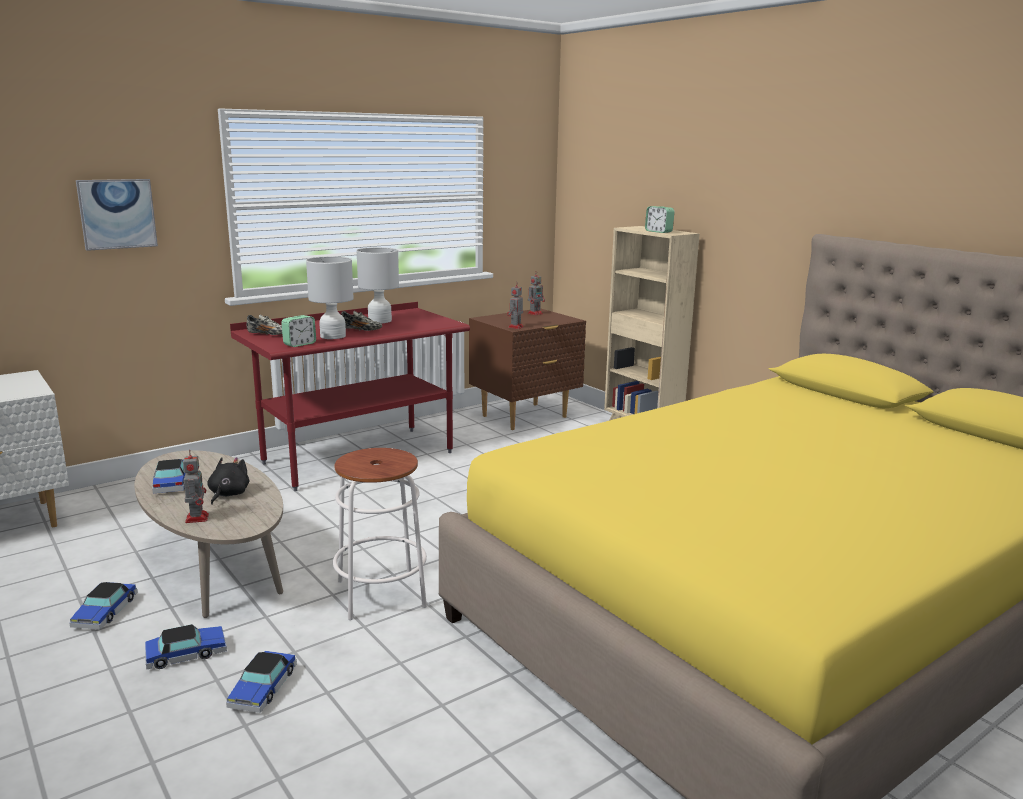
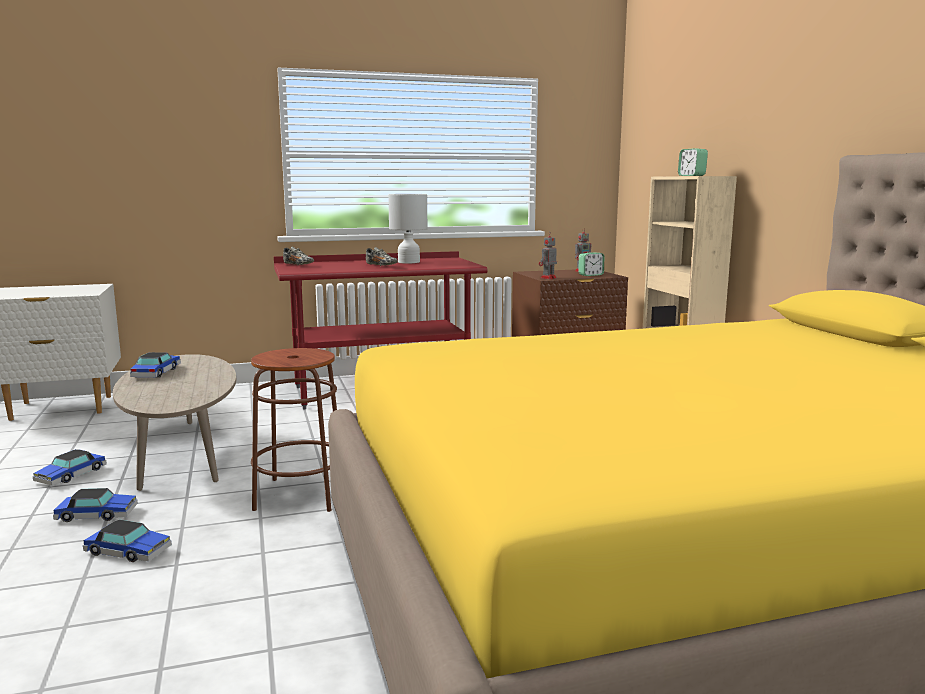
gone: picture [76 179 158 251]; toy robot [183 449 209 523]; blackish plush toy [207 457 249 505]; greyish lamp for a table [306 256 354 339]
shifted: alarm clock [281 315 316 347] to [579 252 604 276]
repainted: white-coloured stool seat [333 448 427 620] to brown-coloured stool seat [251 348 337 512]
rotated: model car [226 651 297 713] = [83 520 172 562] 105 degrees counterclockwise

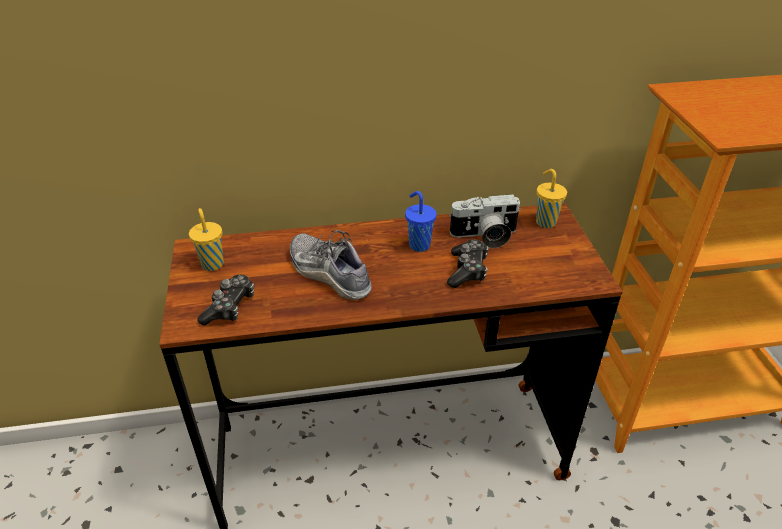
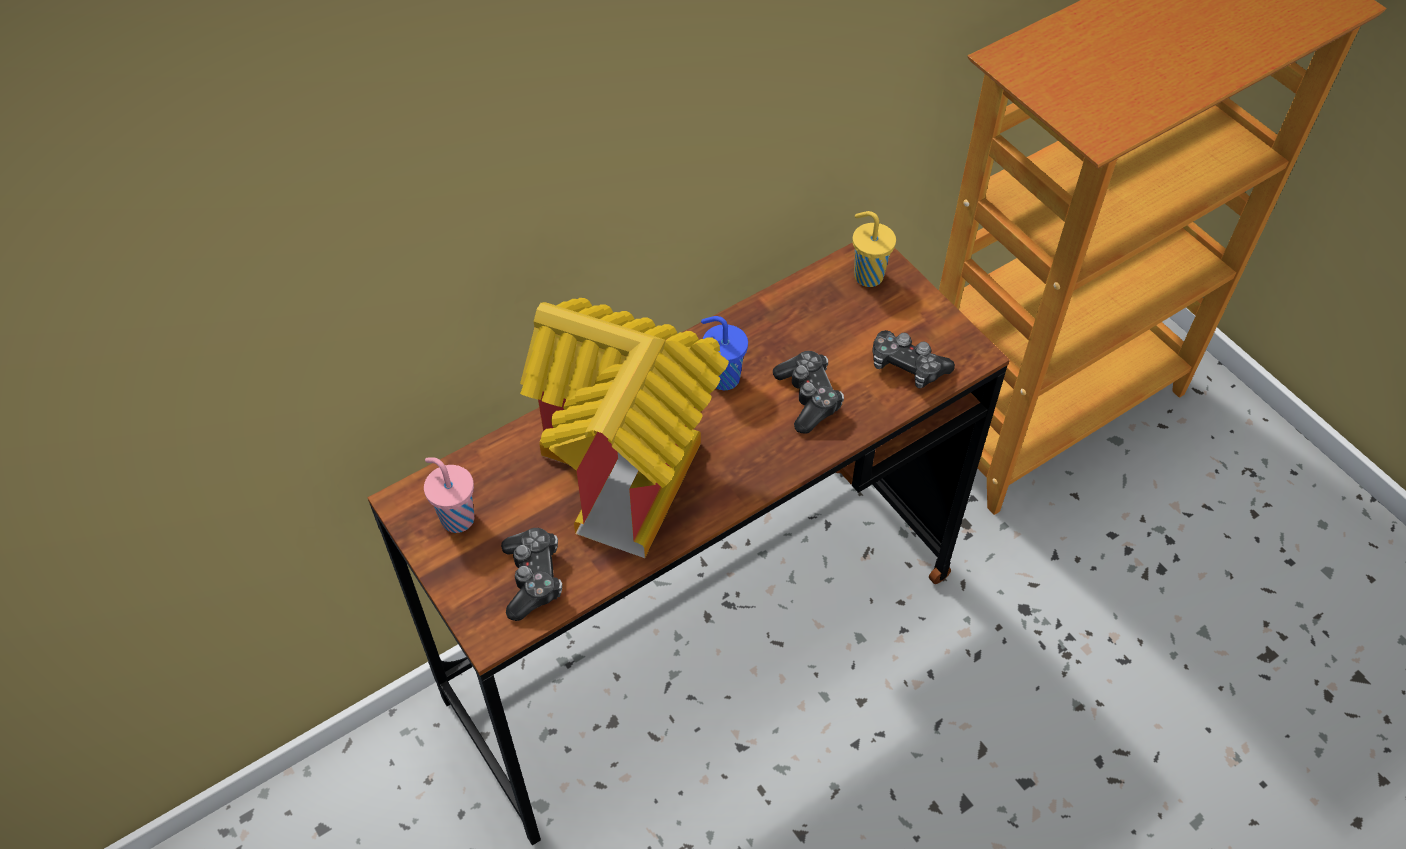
gone: photo camera [448 194 521 248]
new: game controller [872 330 955 388]
swapped: low shoe [290 230 372 300] to toy house [520 298 729 558]
repainted: yellowish small cup [189 208 224 271] to pinkish small cup [424 457 474 533]

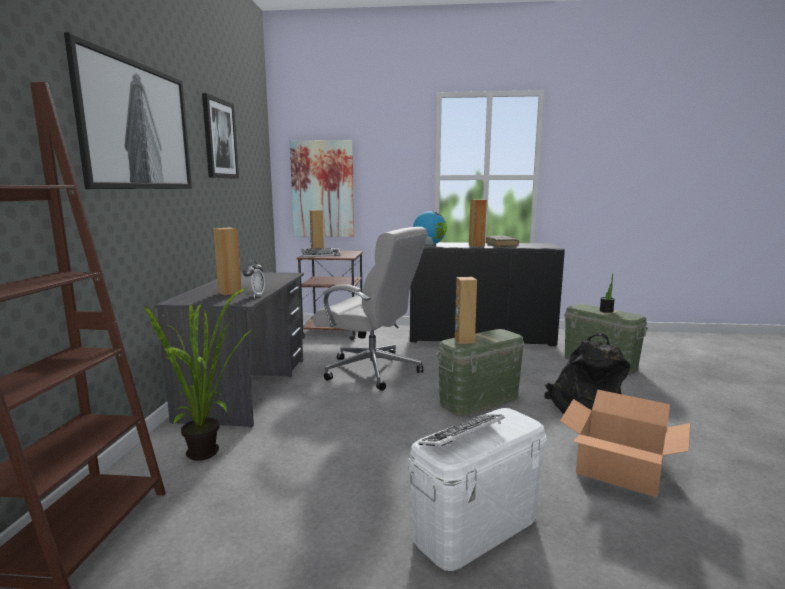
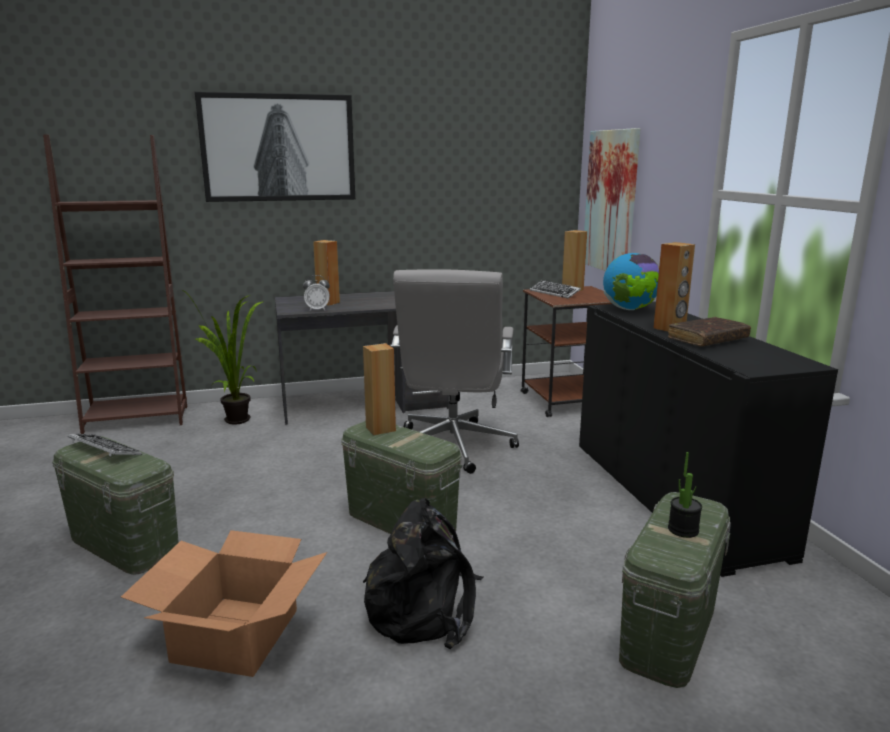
gone: picture [202 93 239 179]
repainted: white-coloured storage bin [408 408 546 571] to greenish storage bin [52 436 179 575]

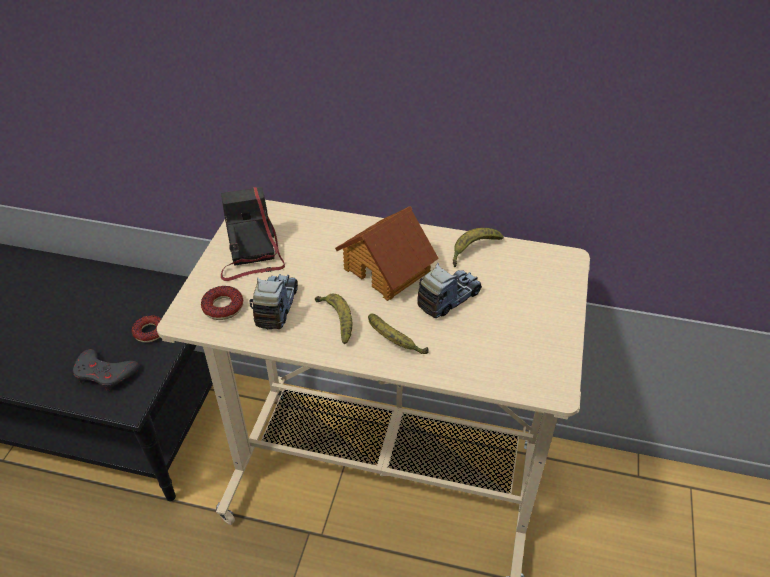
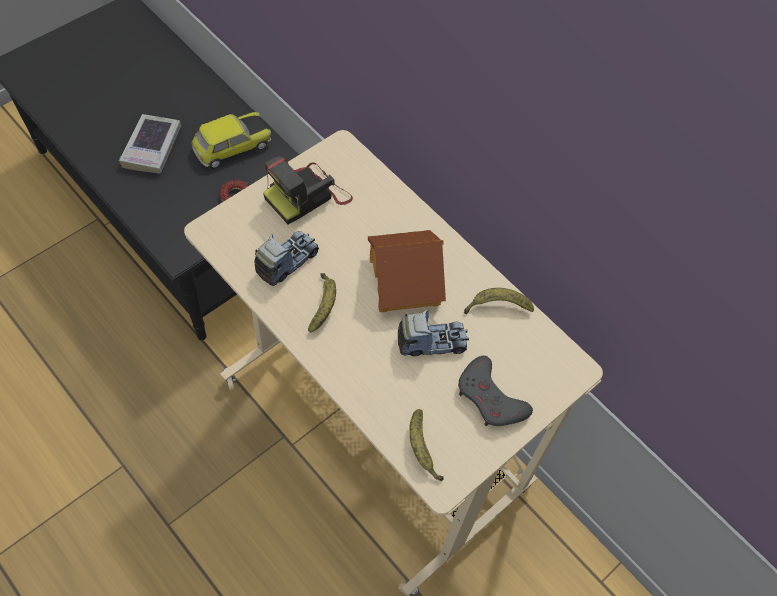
gone: doughnut [201 286 243 320]
new: book [119 114 181 173]; model car [191 112 271 169]
shifted: banana [368 314 429 354] to [409 409 444 481]; greyish game controller [73 349 139 391] to [458 356 533 426]
rotated: photo camera [221 187 285 281] = [263 156 353 224] 150 degrees counterclockwise

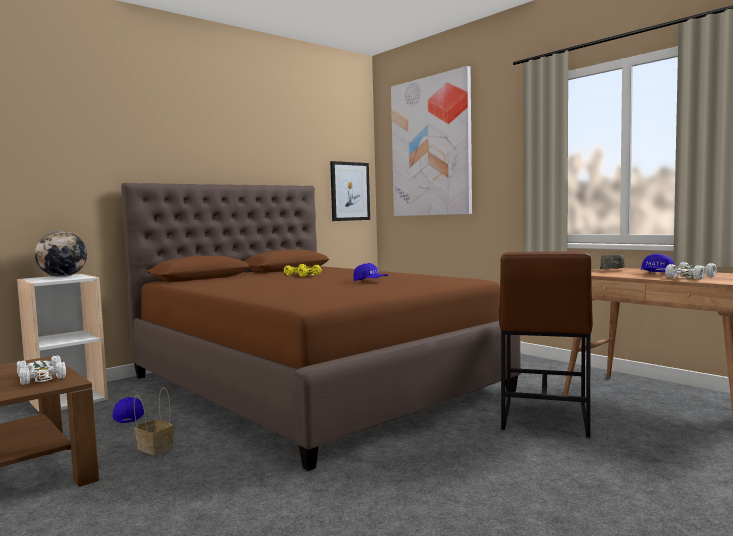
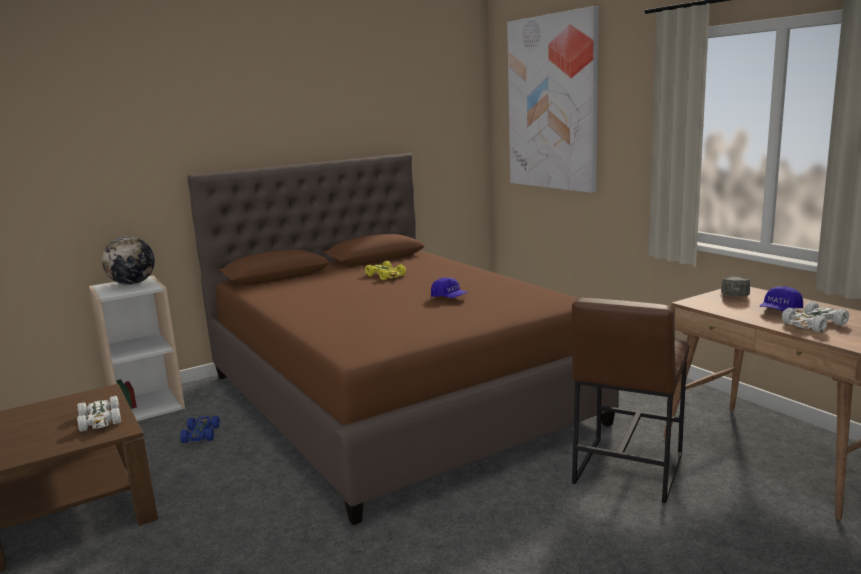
gone: storage basket [134 387 174 455]; picture [330 161 370 221]
swapped: bluish cap [113 397 144 423] to bluish model car [180 416 220 443]

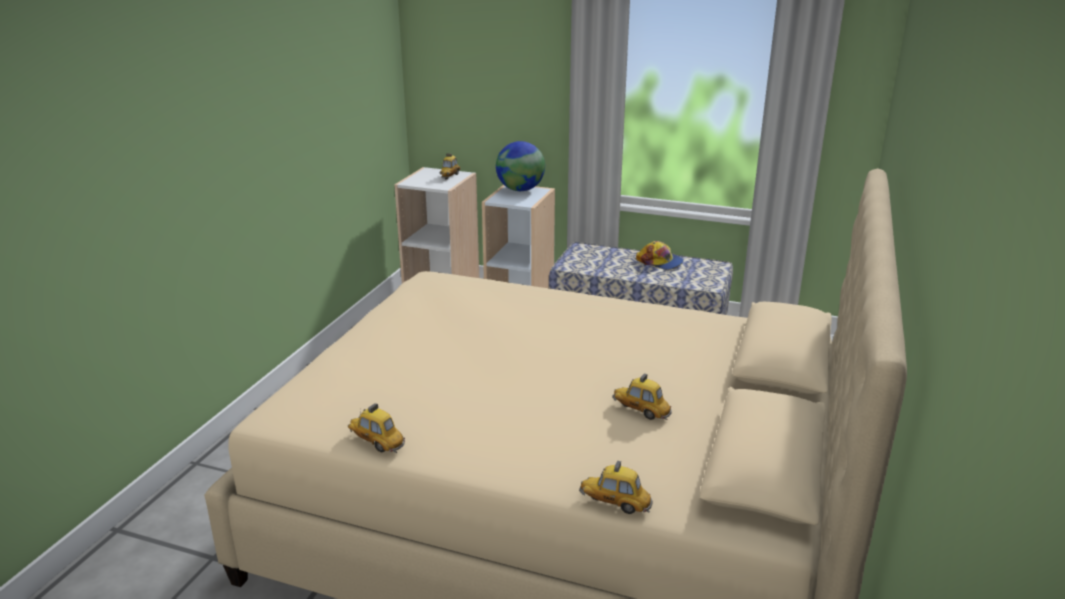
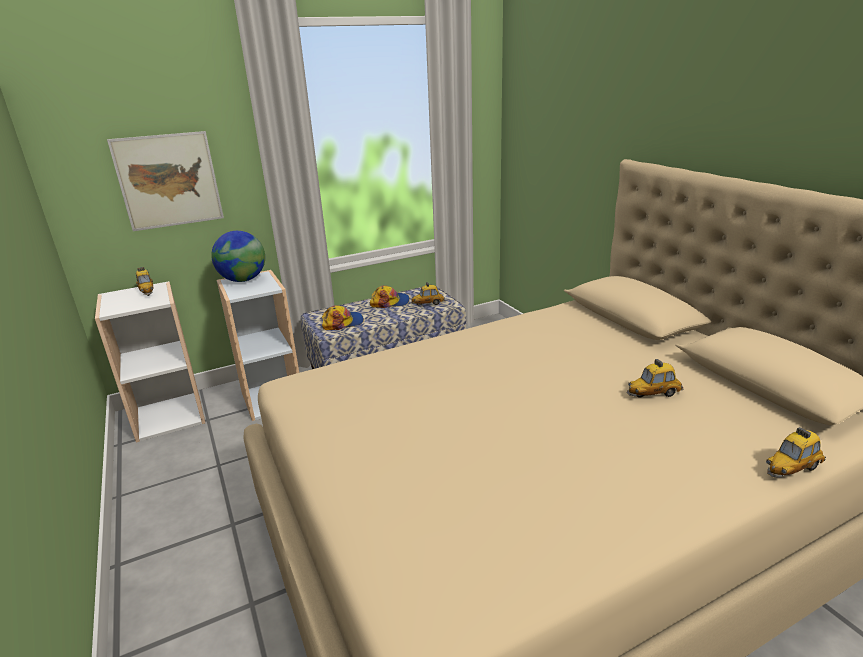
new: picture [107 131 224 231]; cap [322 305 364 330]
shifted: model car [348 403 405 453] to [411 282 445 306]

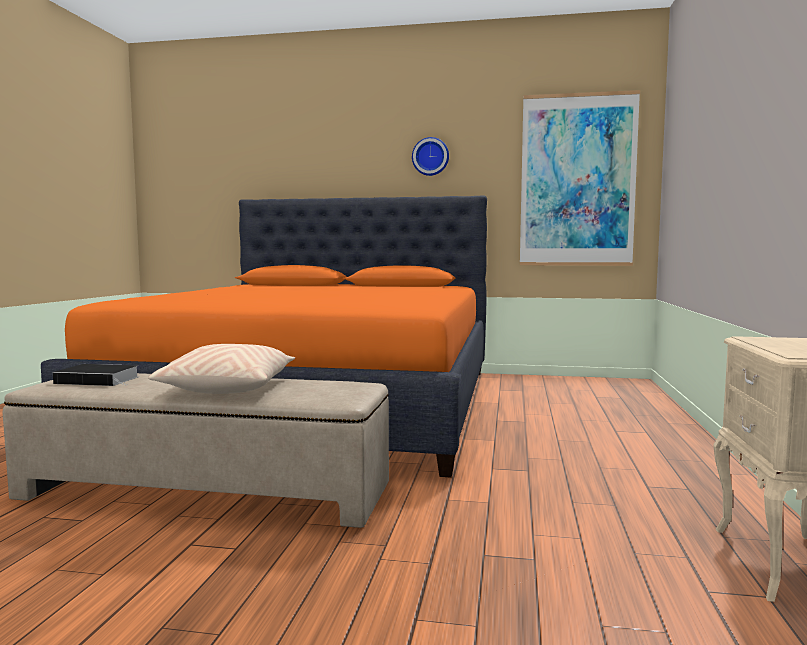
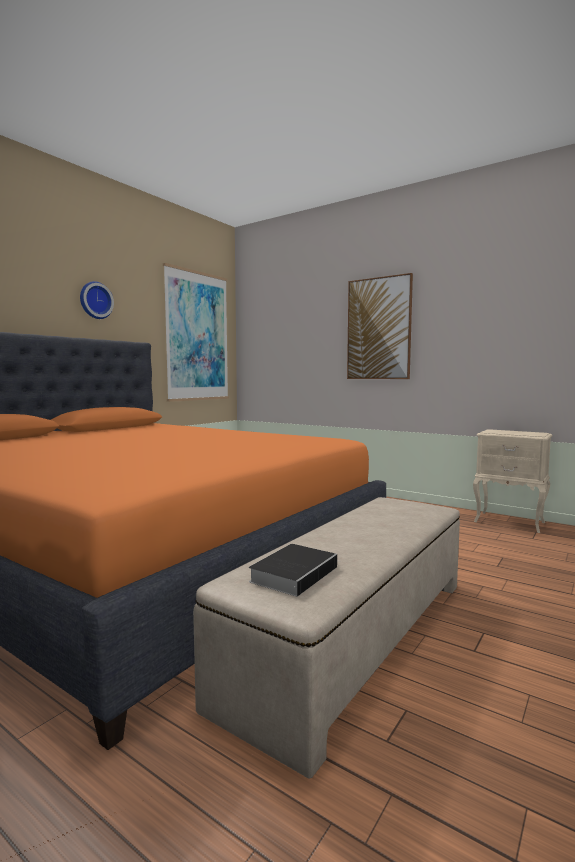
gone: sand-coloured pillow [148 344 295 394]
new: picture [347 273 413 379]

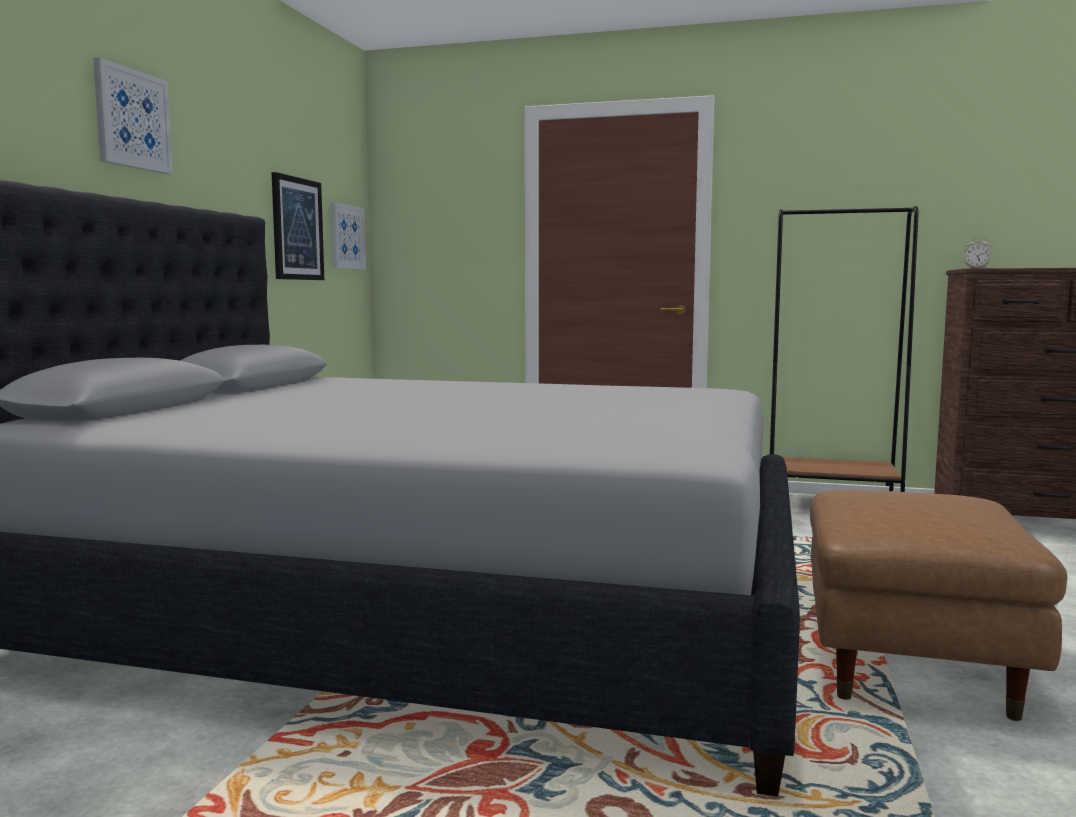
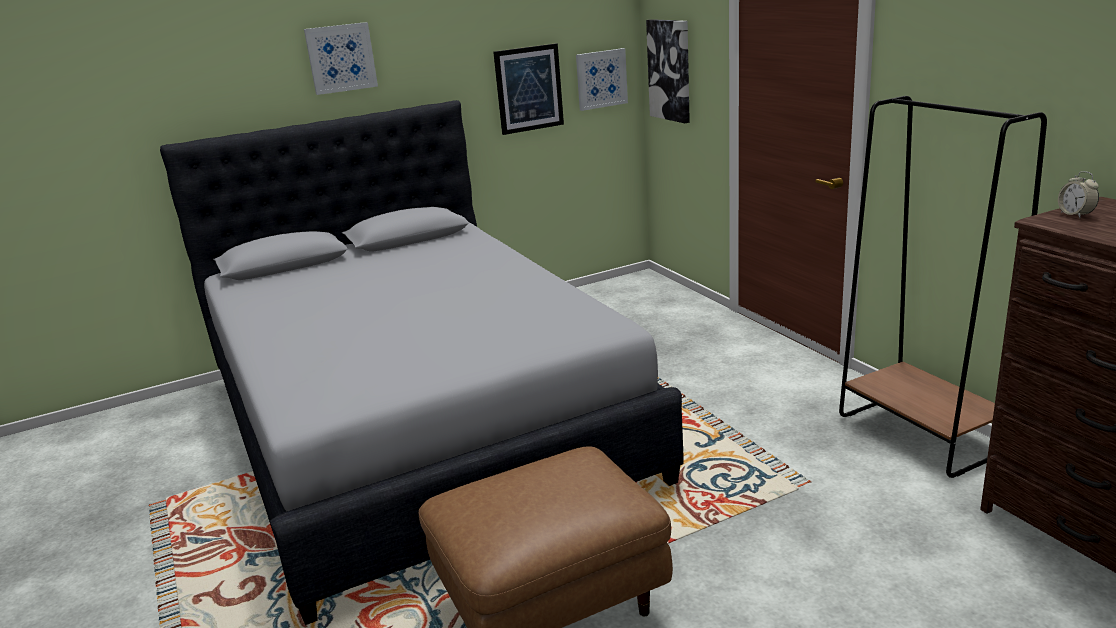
new: picture [646 19 690 123]

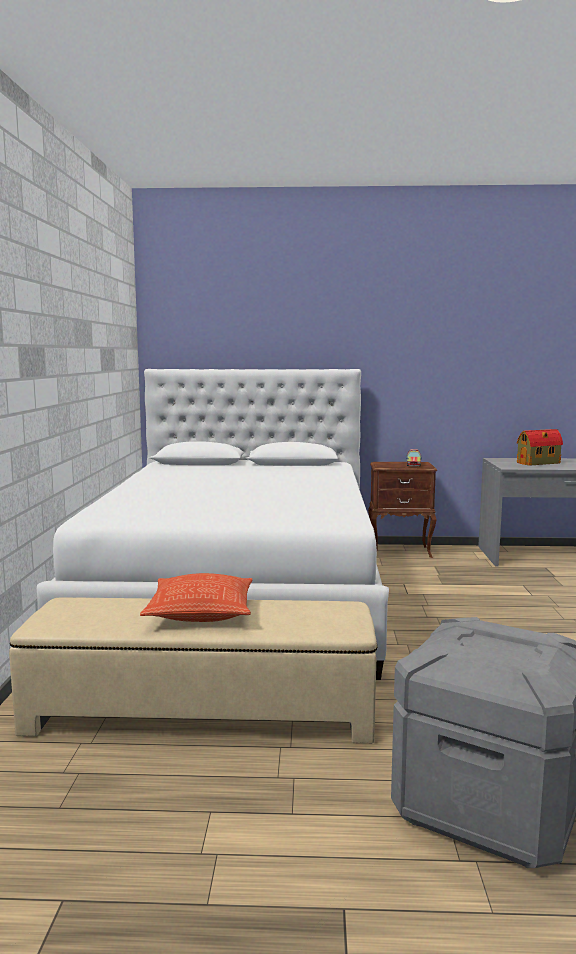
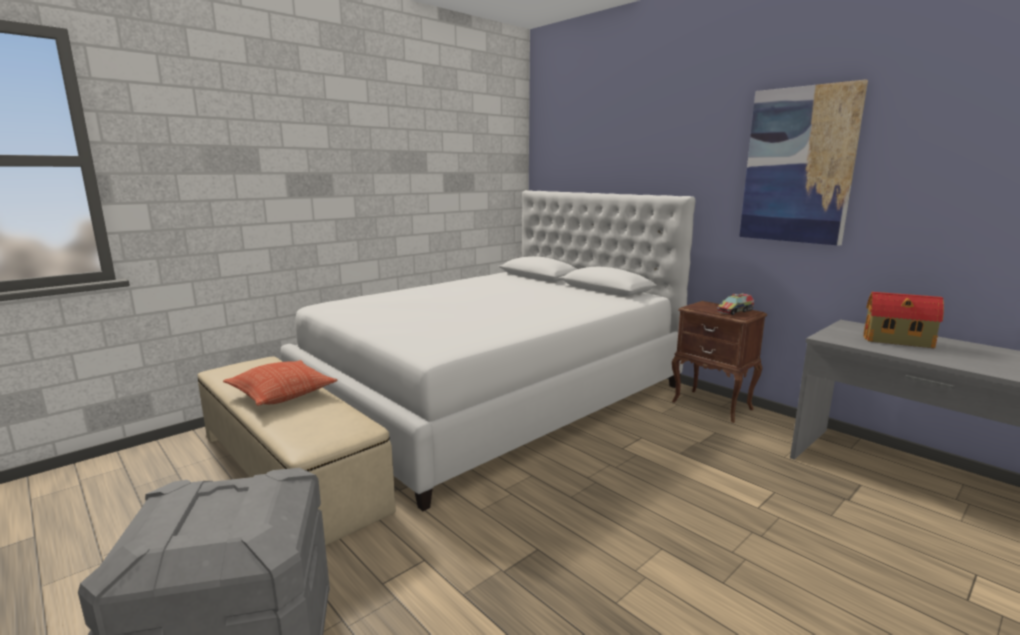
new: picture [739 79 868 246]

